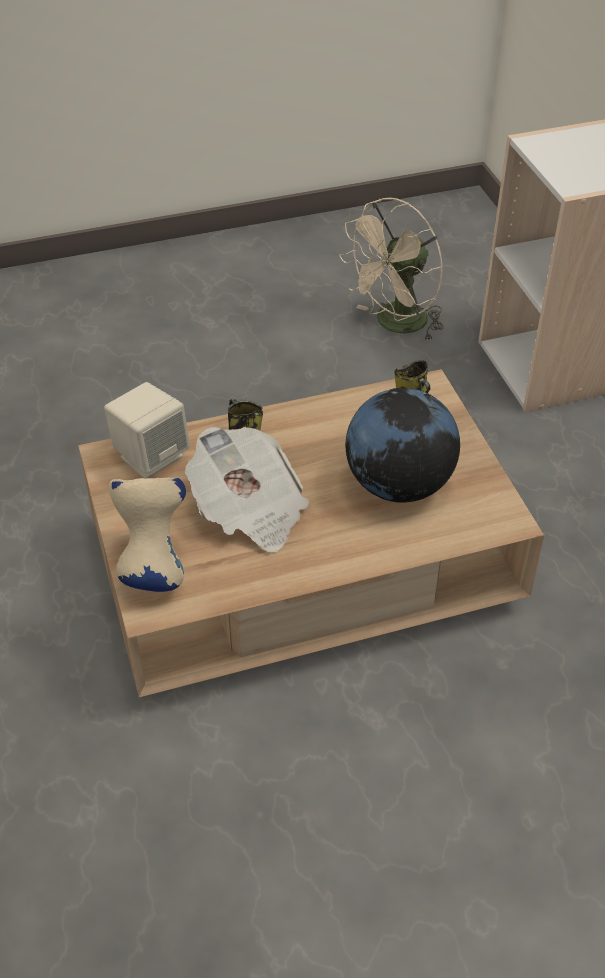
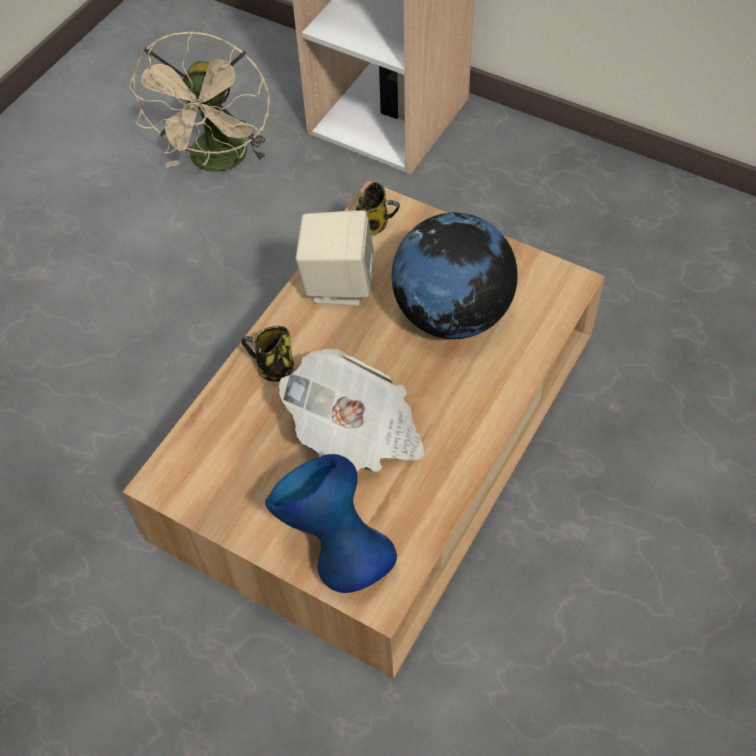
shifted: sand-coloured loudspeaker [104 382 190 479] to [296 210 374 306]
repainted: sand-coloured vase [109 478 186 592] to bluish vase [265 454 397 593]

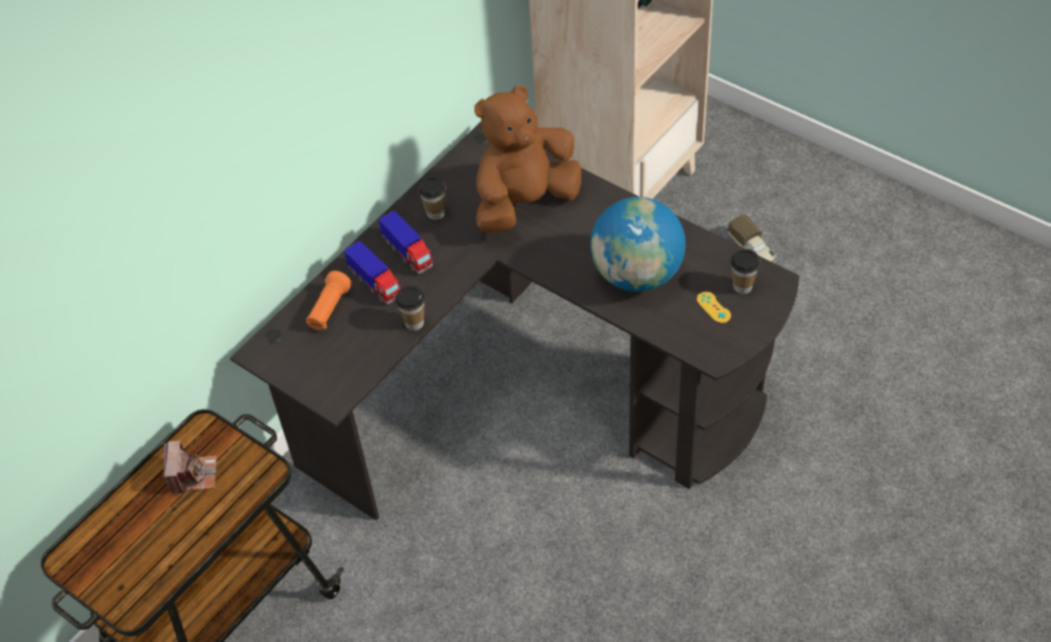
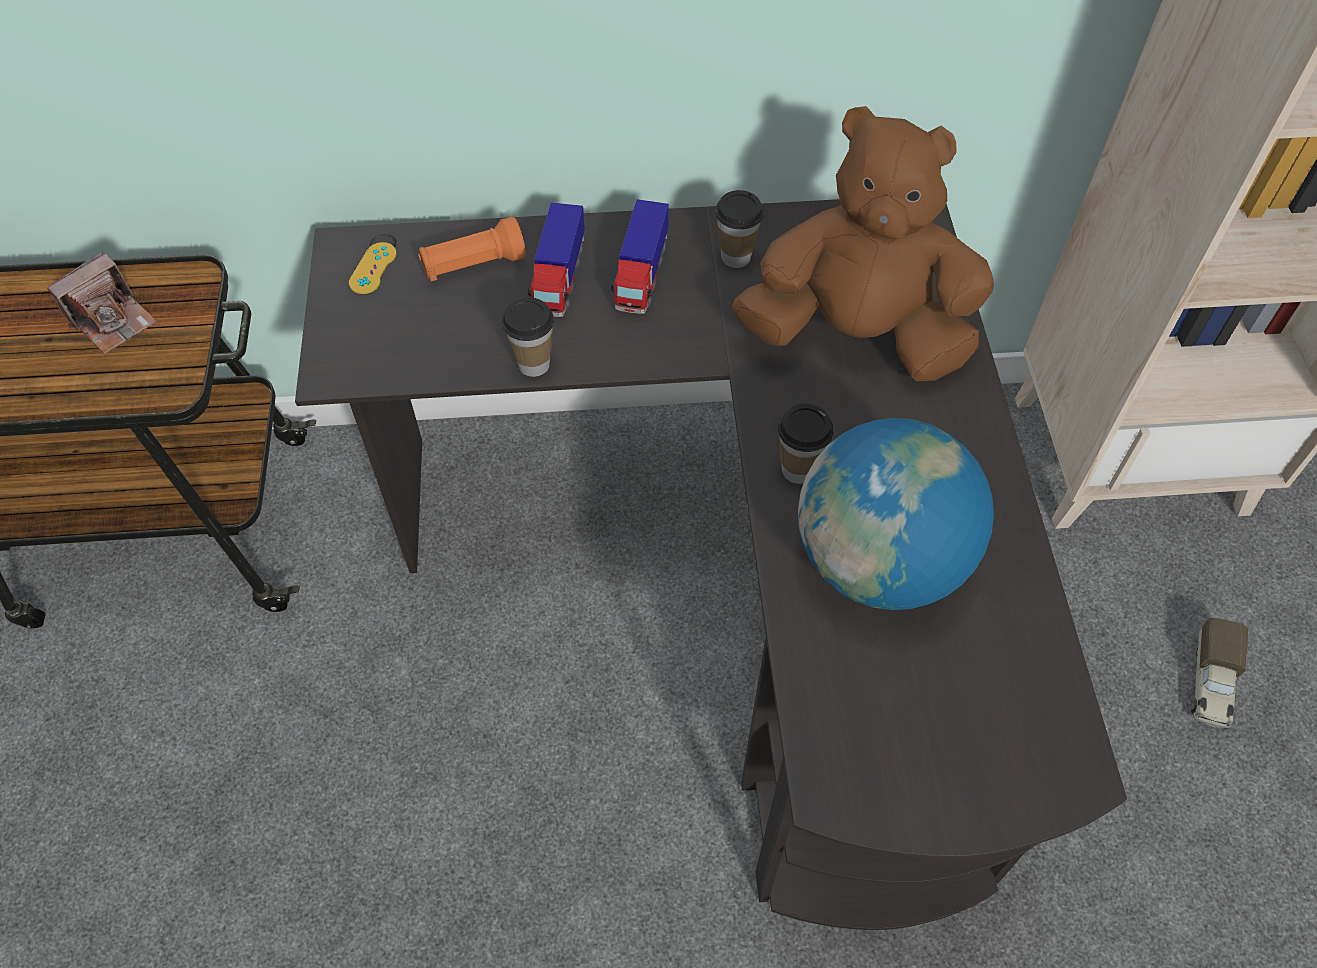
shifted: yellowish game controller [697 292 731 323] to [349 242 396 294]; small cup [730 249 761 294] to [778 403 834 484]

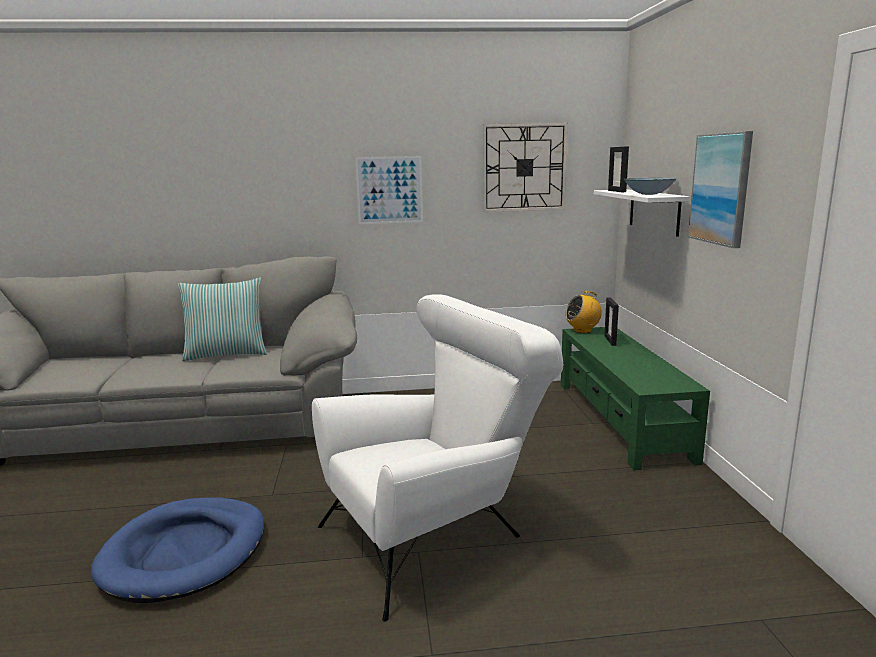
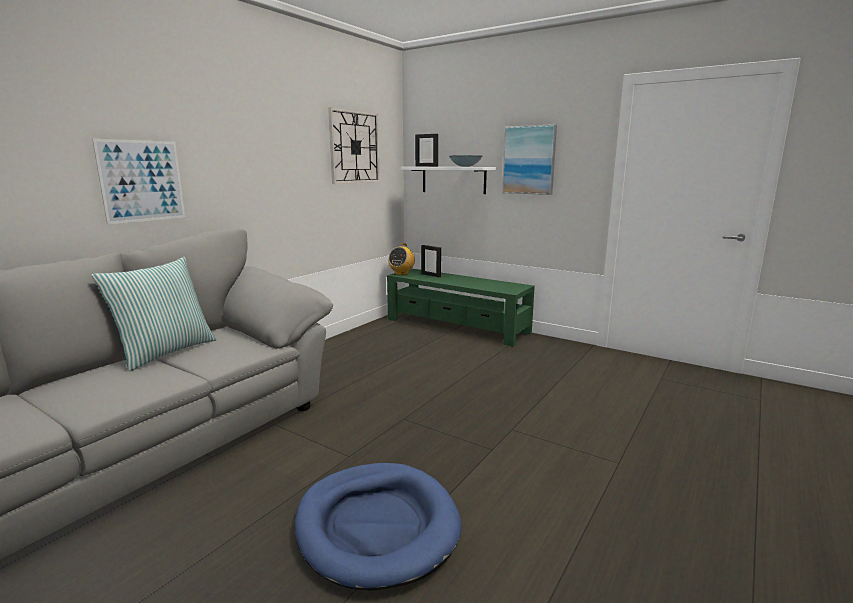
gone: white-coloured lounge chair [312 294 563 622]
shifted: picture [355 156 423 224] to [92 139 185 225]

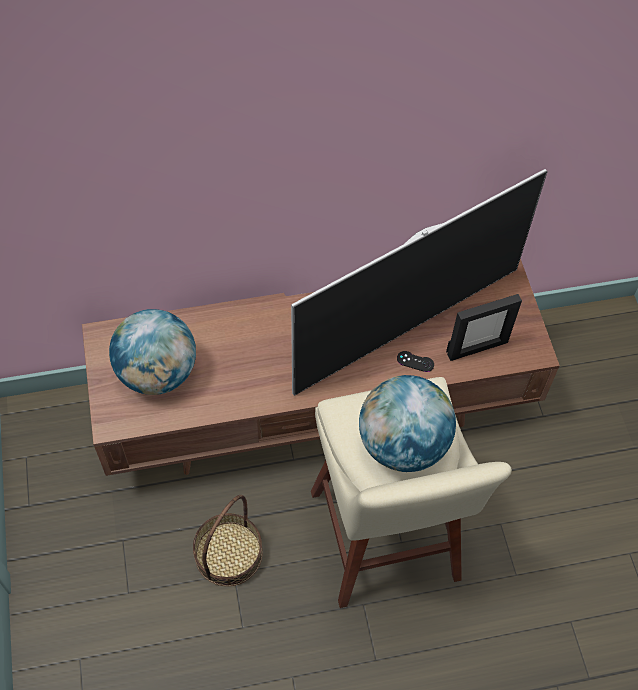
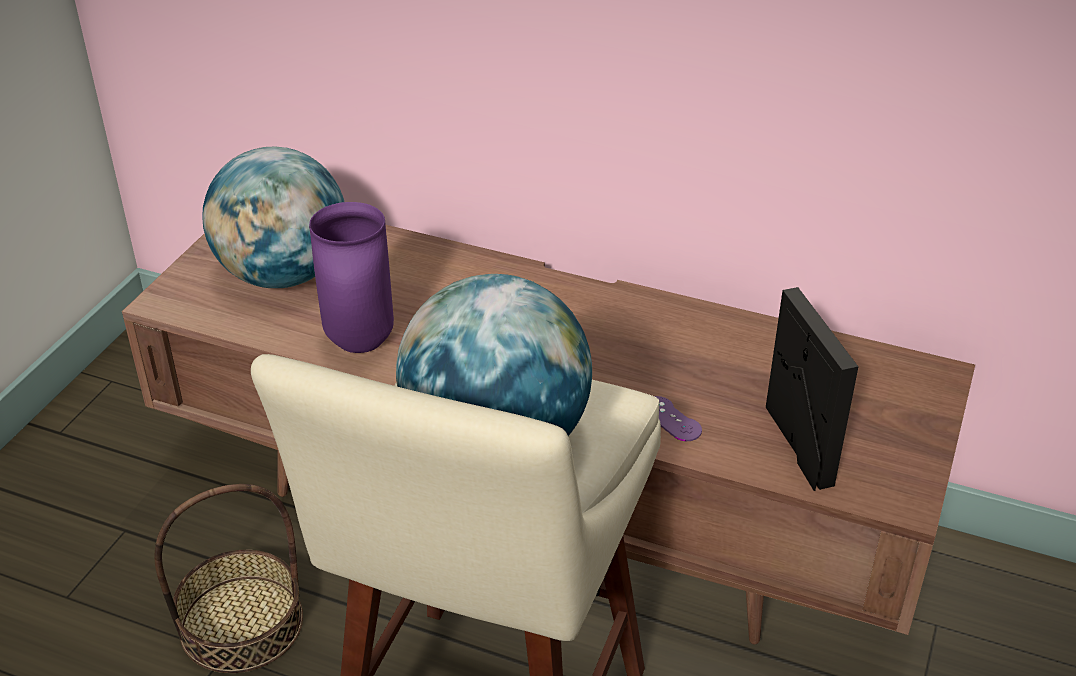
gone: TV set [291 169 548 396]
new: purple vase [309 202 394 353]
repainted: blackish game controller [397 351 434 372] to purple game controller [654 396 702 441]
rotated: standing frame [446 294 522 361] = [766 287 858 491] 120 degrees counterclockwise

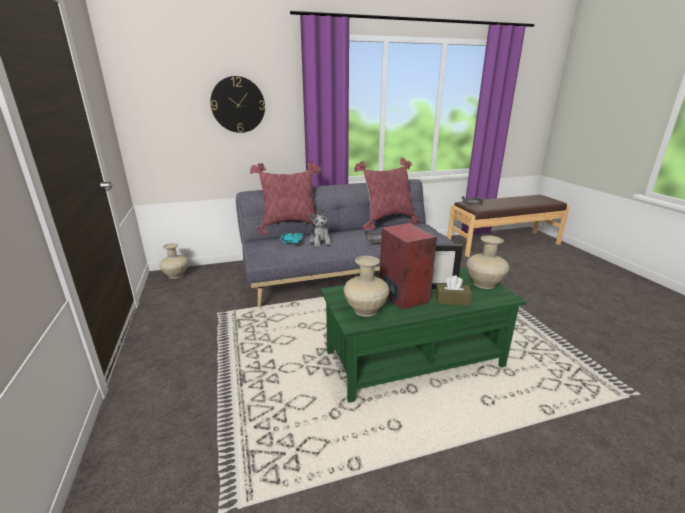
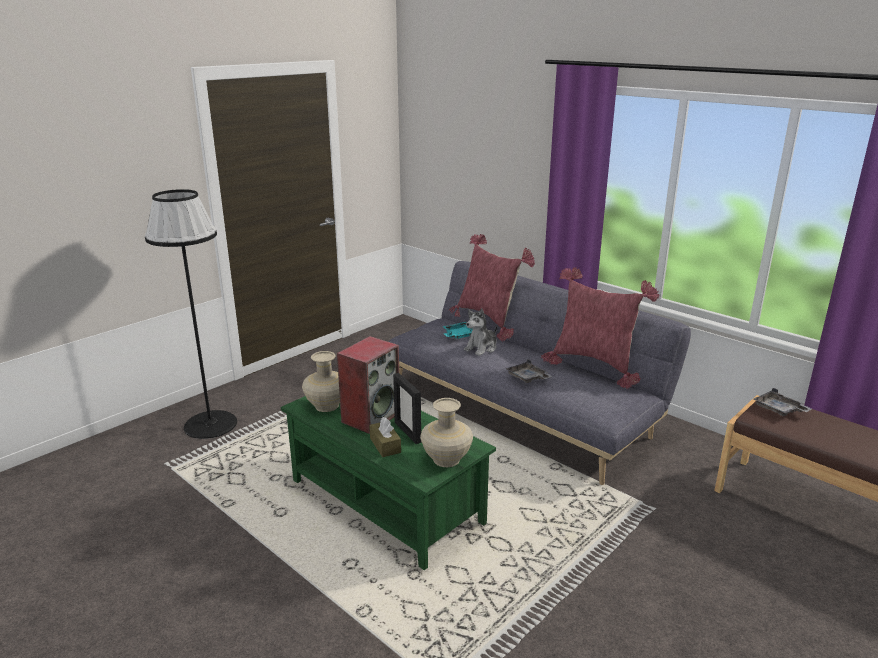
gone: sand-coloured vase [159 243 188 279]; hanging clock [210 76 265 133]
new: blackish floor lamp [145 189 237 439]

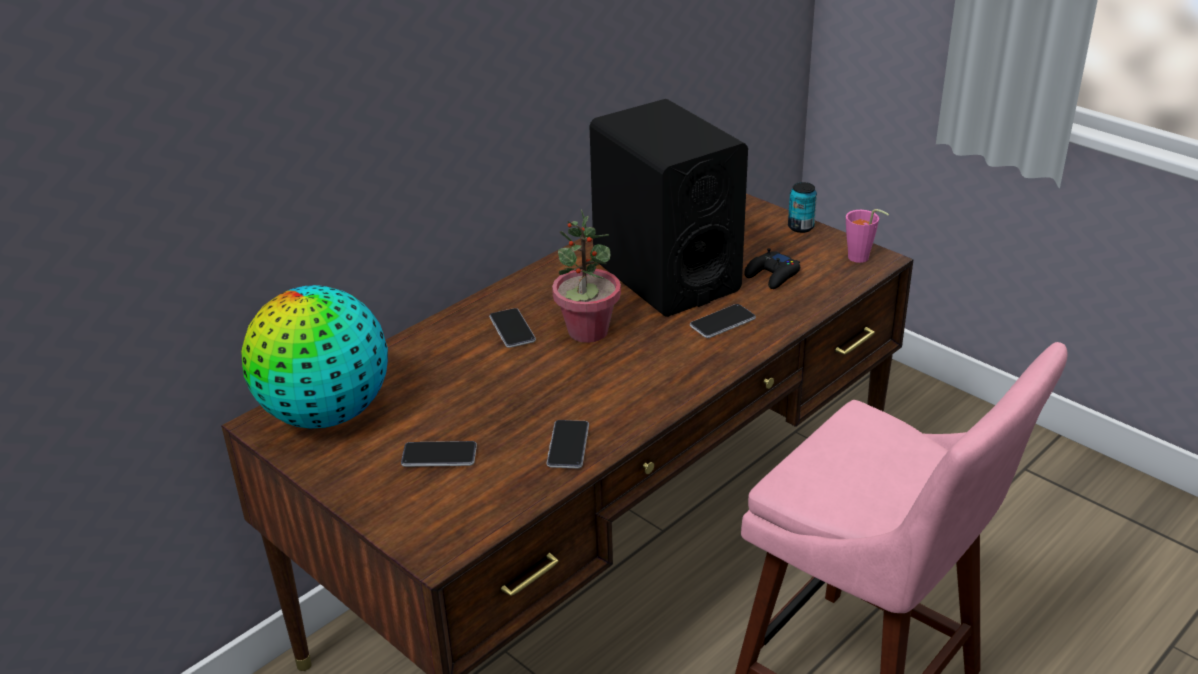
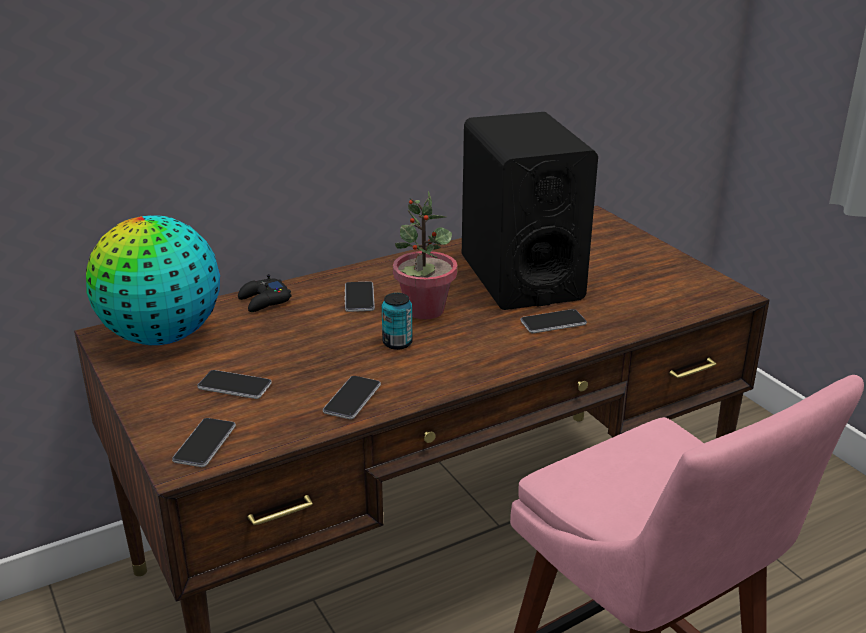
gone: pinkish small cup [846 209 889 263]
new: telephone [172 418 236 467]
shifted: blackish game controller [744 248 800 289] to [238 274 292 312]; metal can [788 182 817 233] to [382 293 412 350]

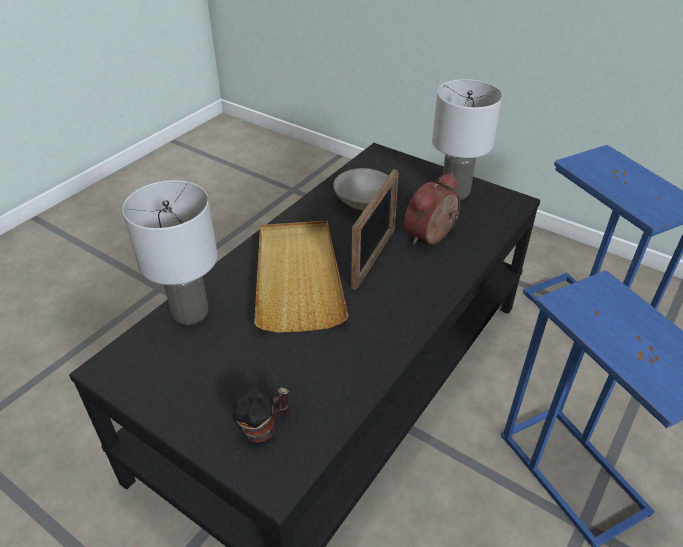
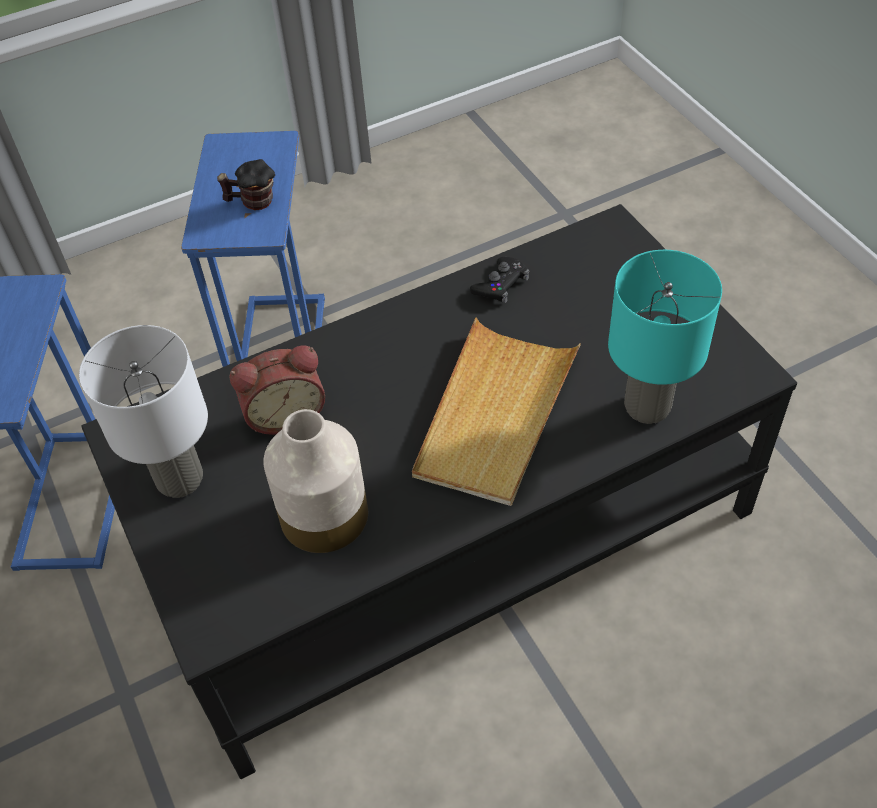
gone: standing frame [351 169 399 290]
new: blackish game controller [470 257 529 303]
shifted: coffee mug [232 386 291 442] to [217 159 275 210]
swapped: greyish serving bowl [334 168 388 211] to sand-coloured vase [263 409 368 553]
repainted: white-coloured lamp for a table [122 180 218 325] to blue-green lamp for a table [608 250 722 424]

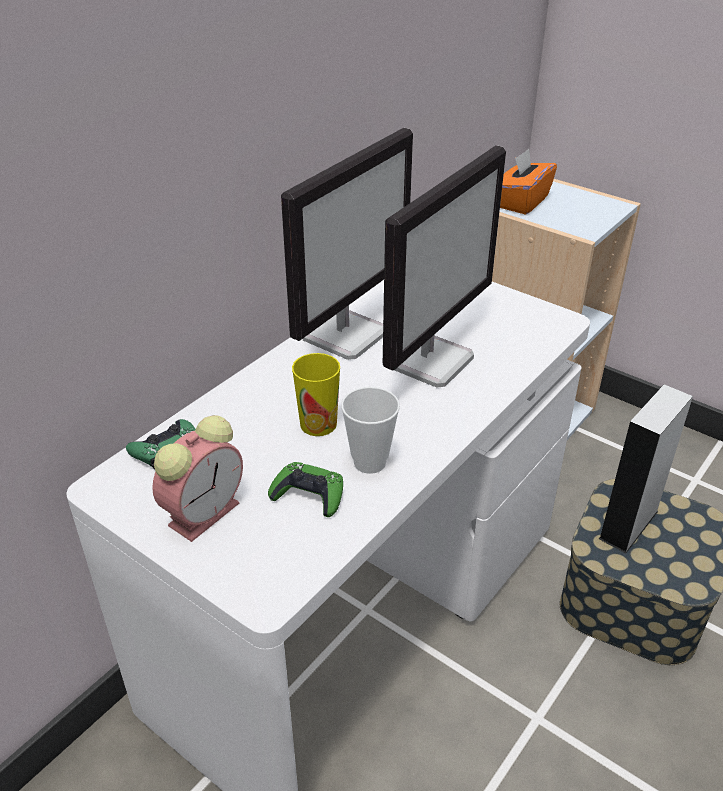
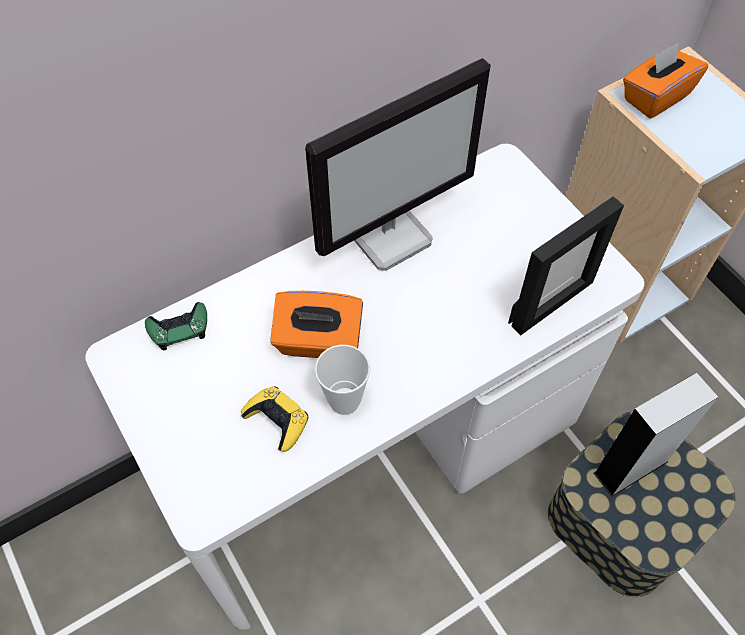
gone: alarm clock [152 415 243 542]; computer screen [383 145 506 388]
new: standing frame [508 197 624 335]
swapped: small cup [292 353 340 436] to orange-coloured tissue box [270 291 363 358]
repainted: greenish game controller [268 462 343 517] to yellowish game controller [241 386 308 452]

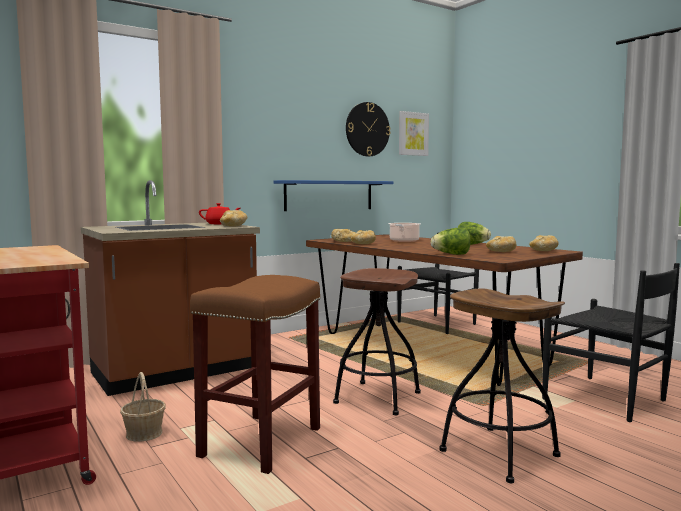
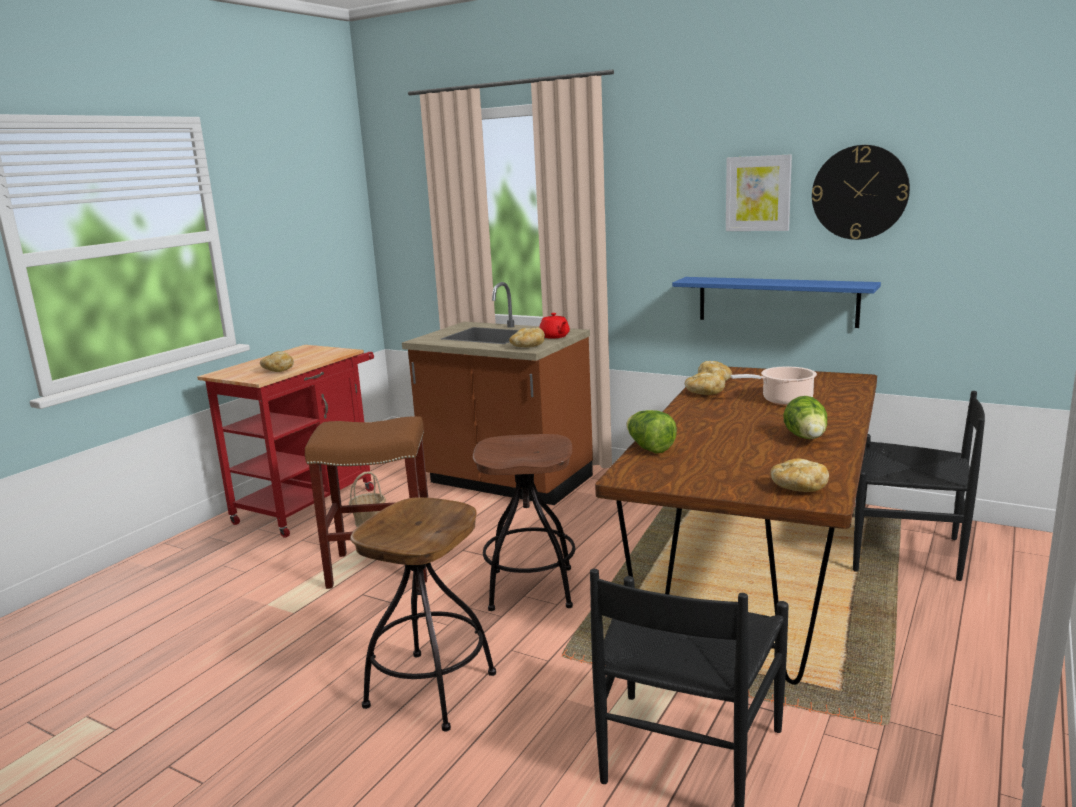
shifted: bread [486 236 516 252] to [260 351 294 372]; picture [399 111 429 156] to [726 154 792 231]

